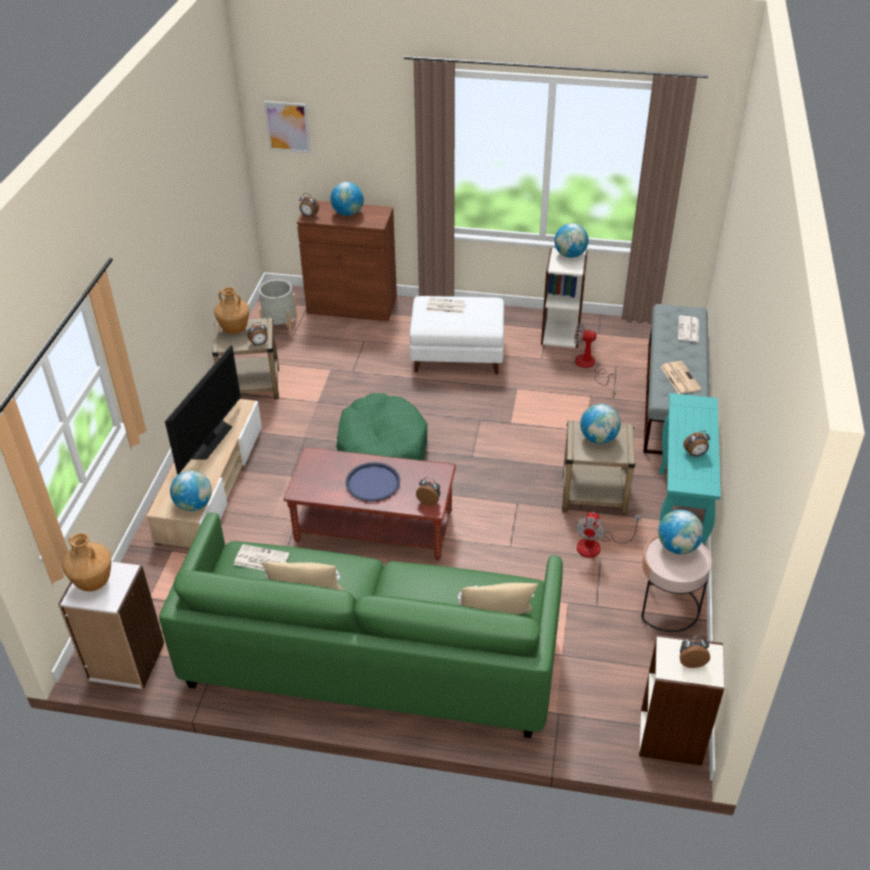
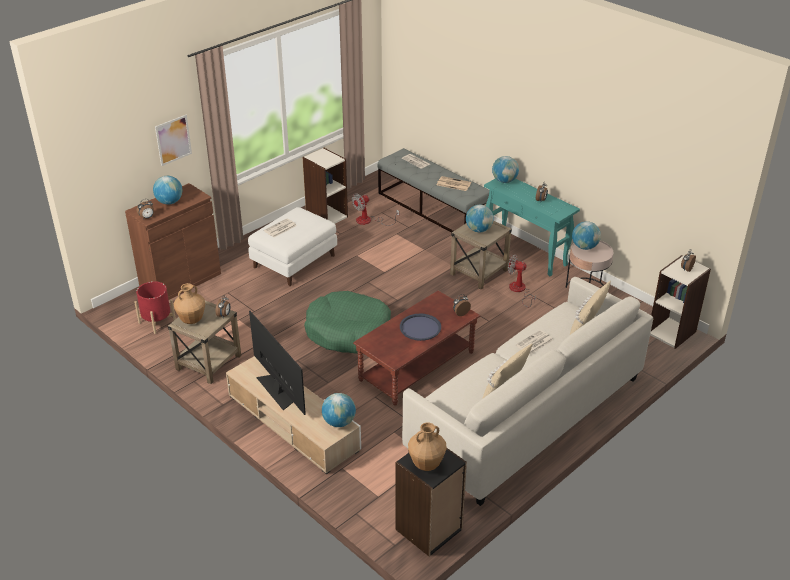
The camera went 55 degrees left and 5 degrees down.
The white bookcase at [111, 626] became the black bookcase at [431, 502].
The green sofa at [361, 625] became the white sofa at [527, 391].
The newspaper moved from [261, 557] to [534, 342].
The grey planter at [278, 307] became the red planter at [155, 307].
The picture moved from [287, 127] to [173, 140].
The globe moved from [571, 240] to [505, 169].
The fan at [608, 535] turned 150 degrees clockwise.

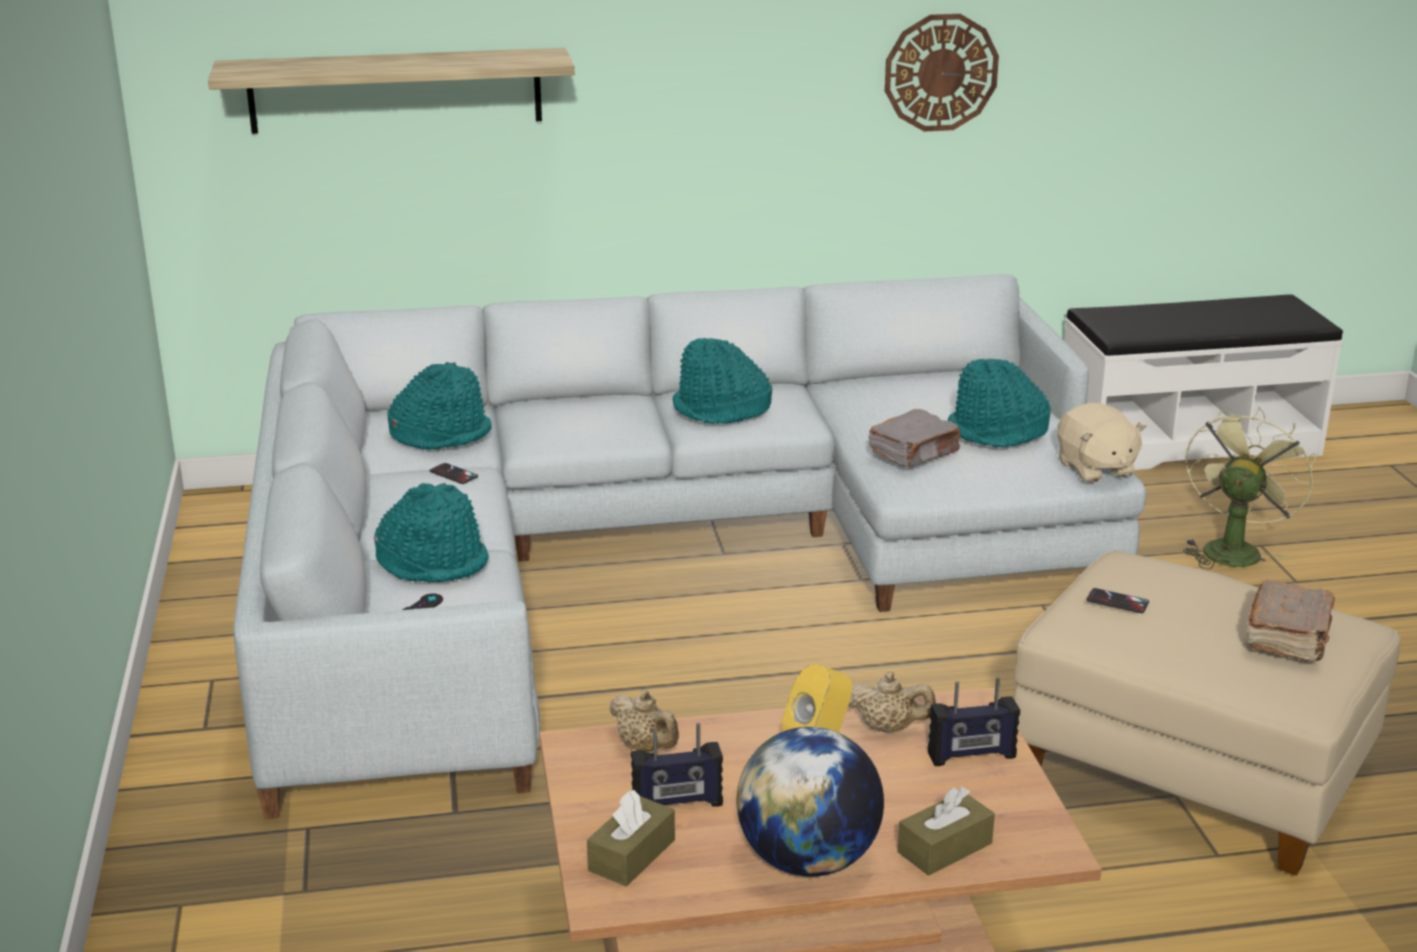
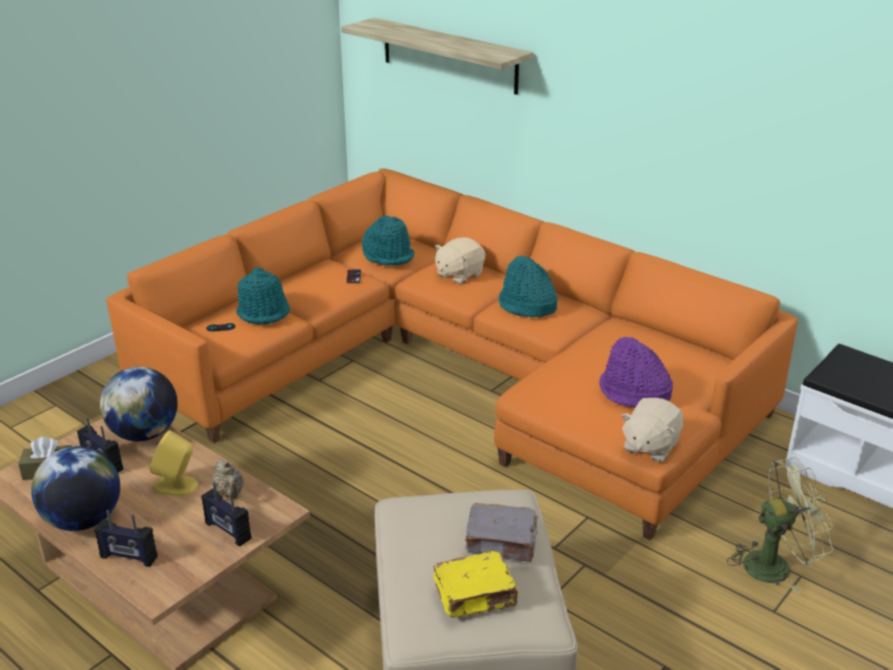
The camera went 50 degrees right and 5 degrees up.
The grey sofa at [689, 546] became the orange sofa at [452, 354].
The beige teapot at [644, 720] was replaced by the globe at [139, 404].
The grey book moved from [915, 438] to [501, 532].
The wall clock at [942, 73] disappeared.
The brown tissue box at [946, 831] was replaced by the radio at [126, 538].
The turquoise hat at [999, 403] became the purple hat at [636, 372].
The phone at [1117, 600] disappeared.
The brown book at [1291, 620] became the yellow book at [476, 584].
The beige plush toy at [459, 260] appeared.

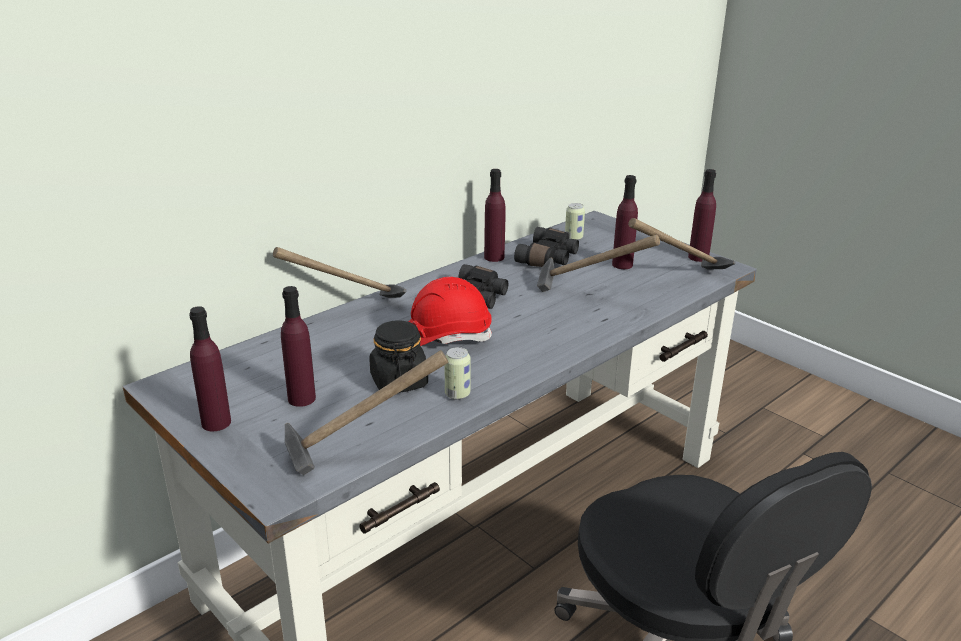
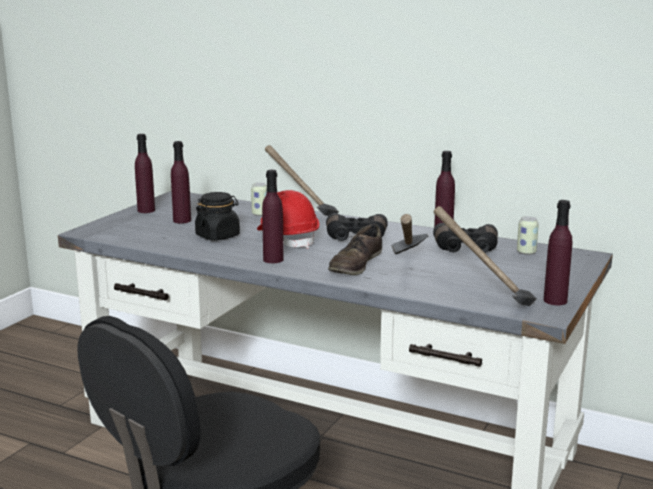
The camera went 70 degrees right and 10 degrees down.
The hammer at [366, 412] disappeared.
The can moved from [457, 373] to [259, 199].
The purple bottle moved from [625, 222] to [273, 216].
The brown shoe at [355, 249] appeared.

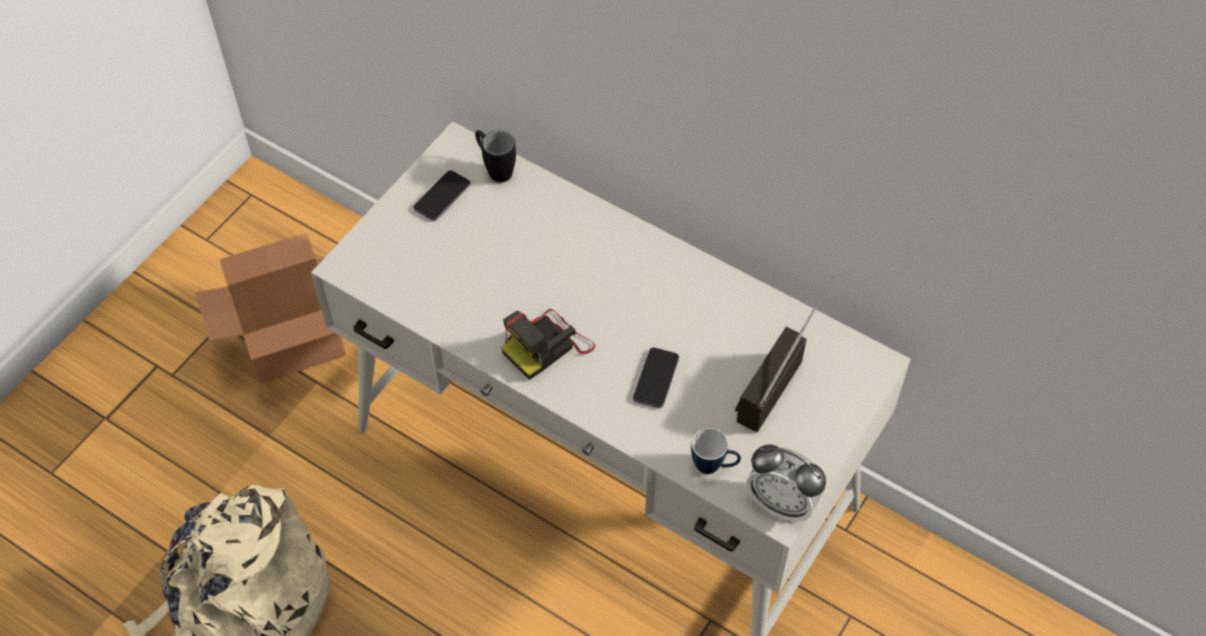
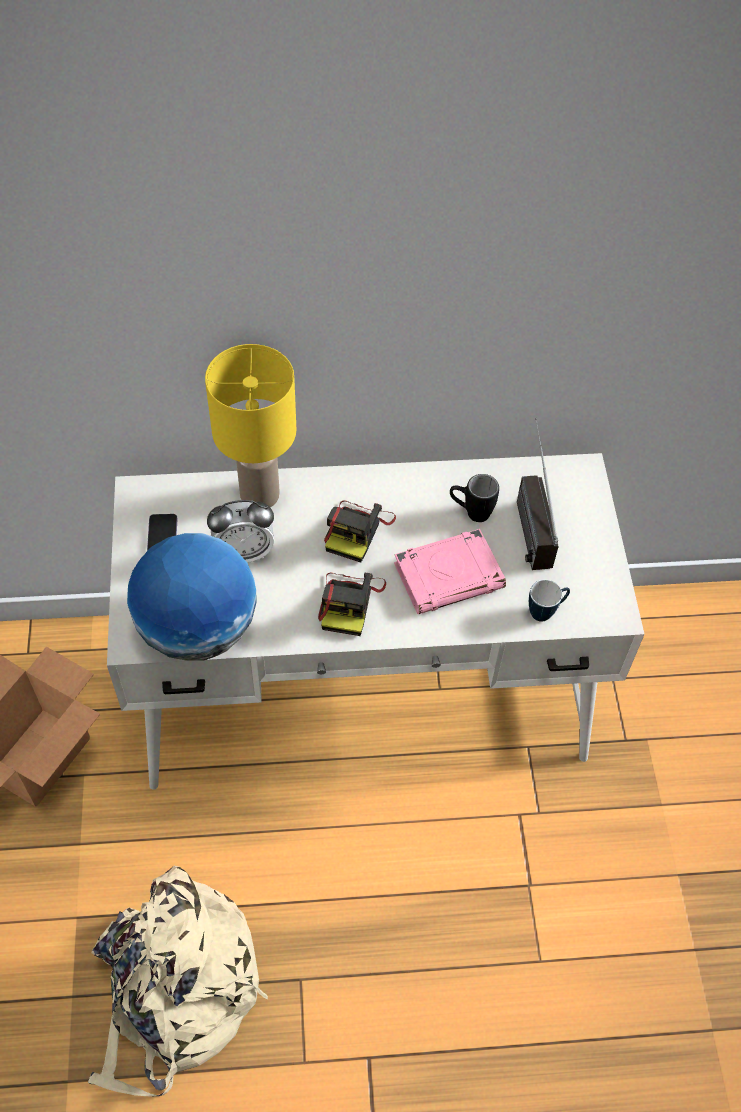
The camera went 40 degrees left and 0 degrees up.
The black mug moved from [495, 156] to [474, 498].
The phone at [656, 377] was replaced by the pink book at [450, 571].
The alarm clock moved from [786, 483] to [240, 531].
The globe at [192, 597] appeared.
The yellow table lamp at [250, 425] appeared.
The photo camera at [360, 531] appeared.

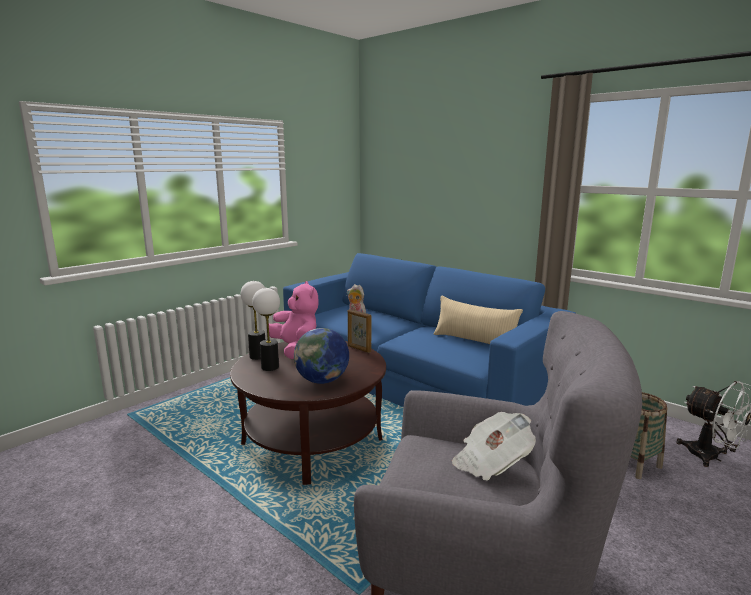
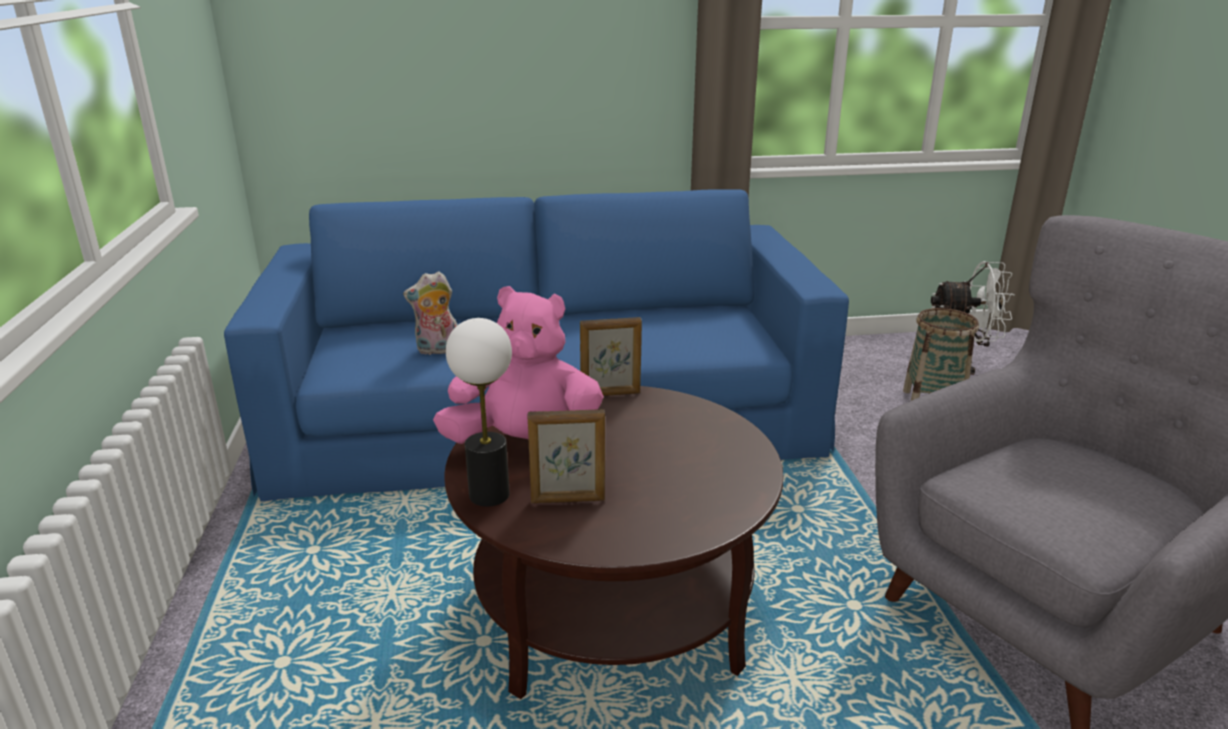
The camera went 50 degrees left and 10 degrees up.
The table lamp at [266, 329] was replaced by the picture frame at [566, 456].
The globe at [321, 356] disappeared.
The beige pillow at [478, 320] disappeared.
The newspaper at [494, 446] disappeared.

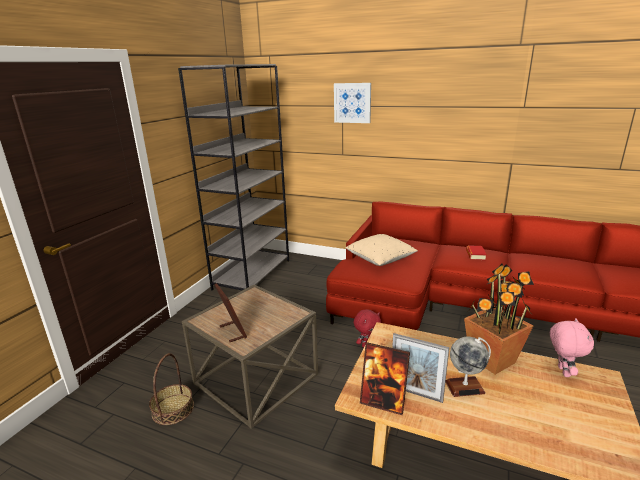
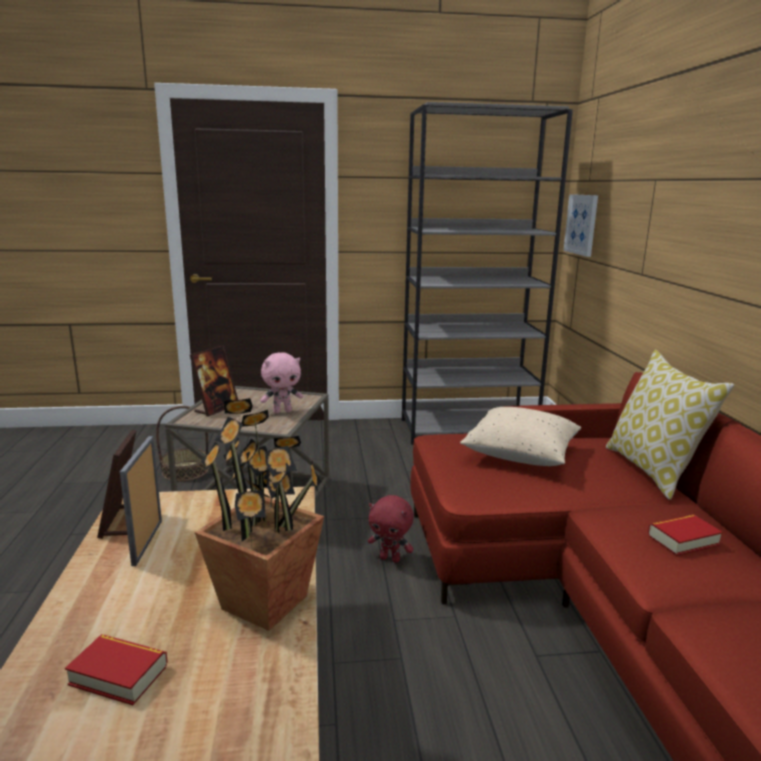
The camera went 60 degrees right and 5 degrees down.
The picture moved from [352, 103] to [580, 225].
The globe at [468, 367] disappeared.
The pink plush toy moved from [572, 347] to [281, 383].
The book at [116, 669] appeared.
The pillow at [670, 425] appeared.

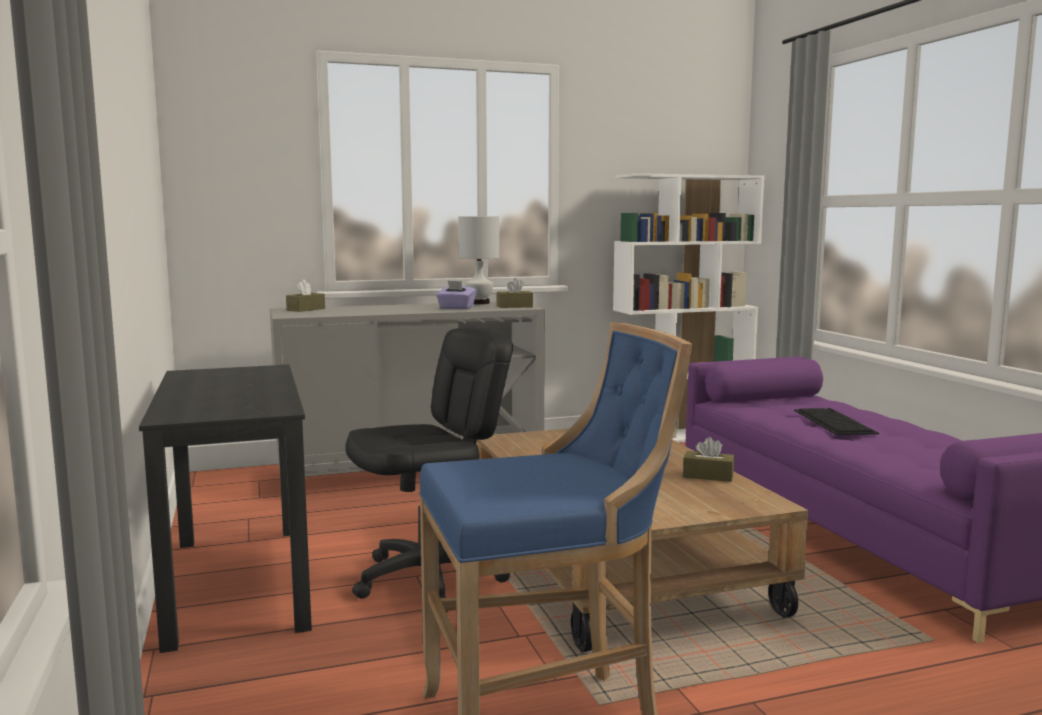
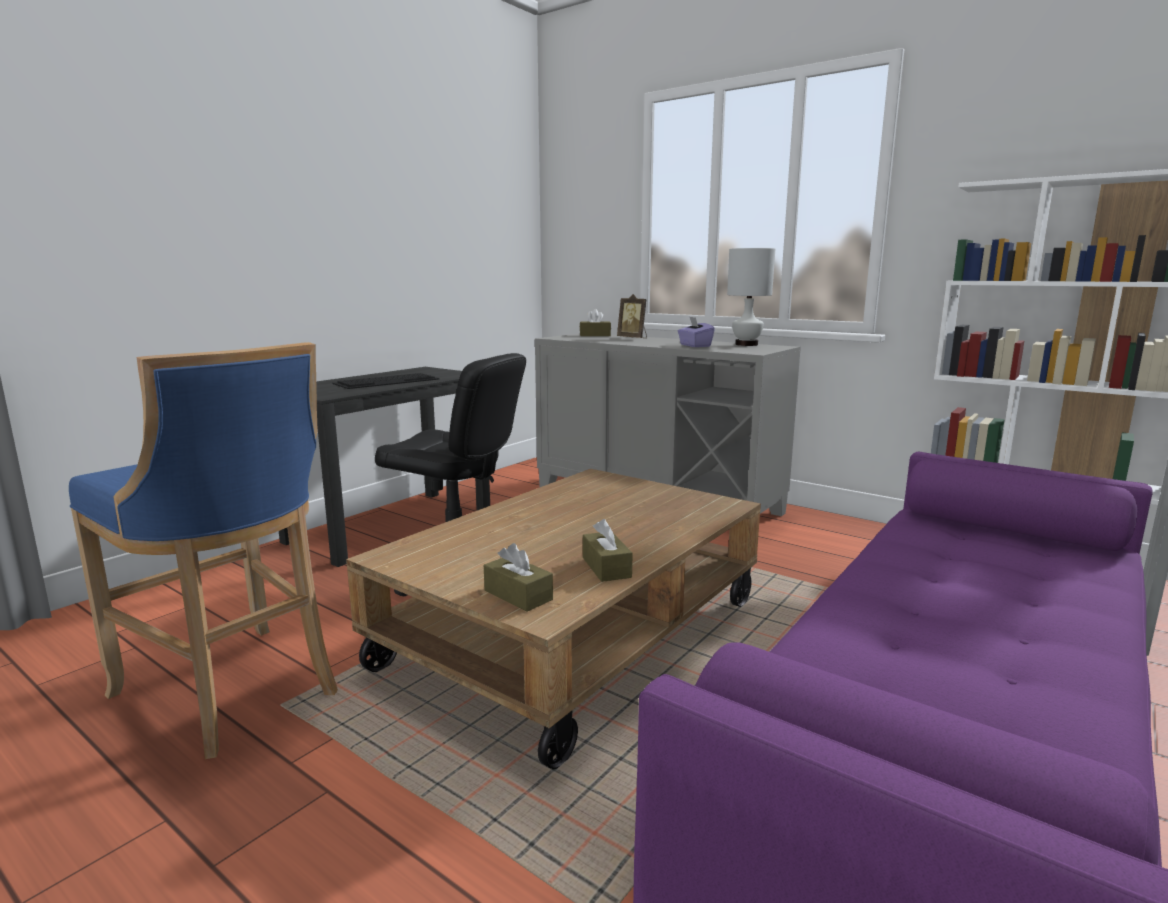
The camera went 55 degrees right and 5 degrees up.
The brown tissue box moved from [515, 293] to [518, 577].
The keyboard moved from [836, 421] to [386, 381].
The picture frame at [632, 316] appeared.

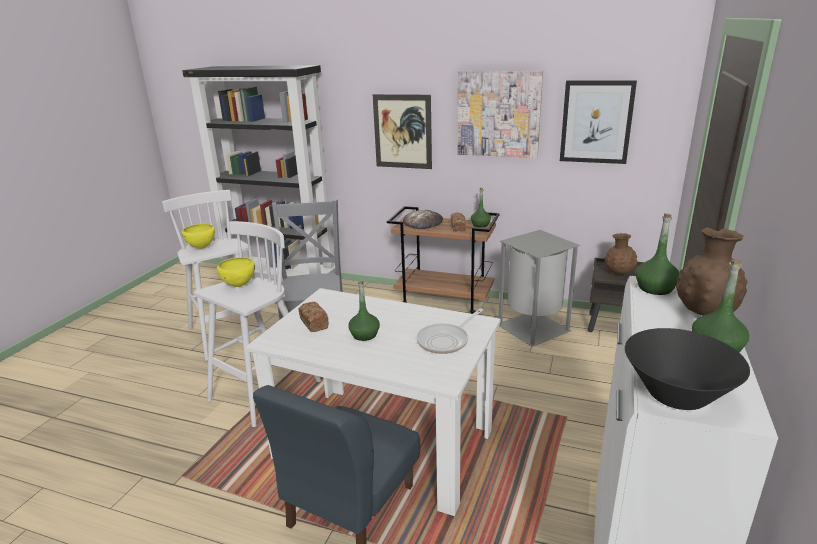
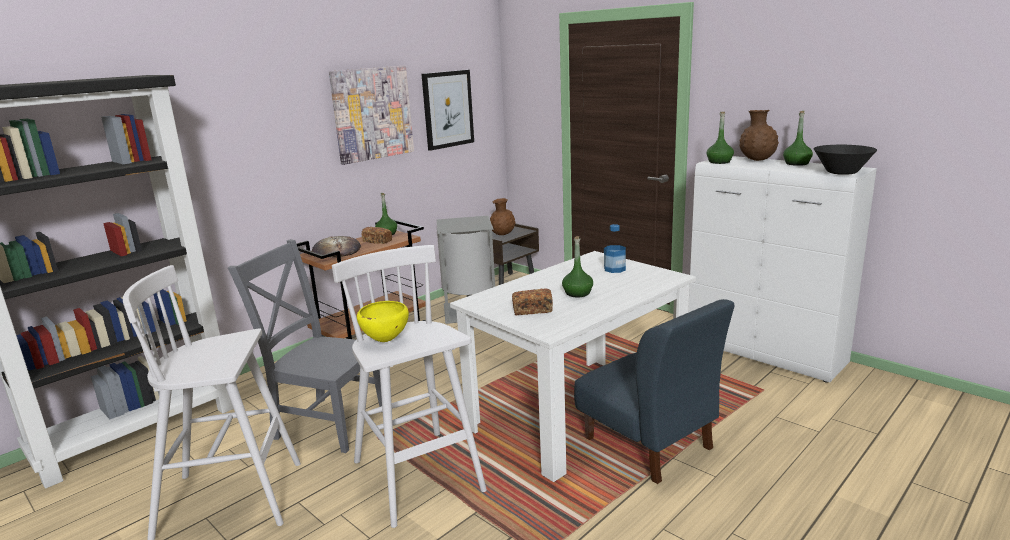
The camera went 65 degrees left and 5 degrees down.
The yellow bowl at [198, 236] disappeared.
The picture at [402, 131] disappeared.
The frying pan at [449, 331] was replaced by the bottle at [615, 248].

